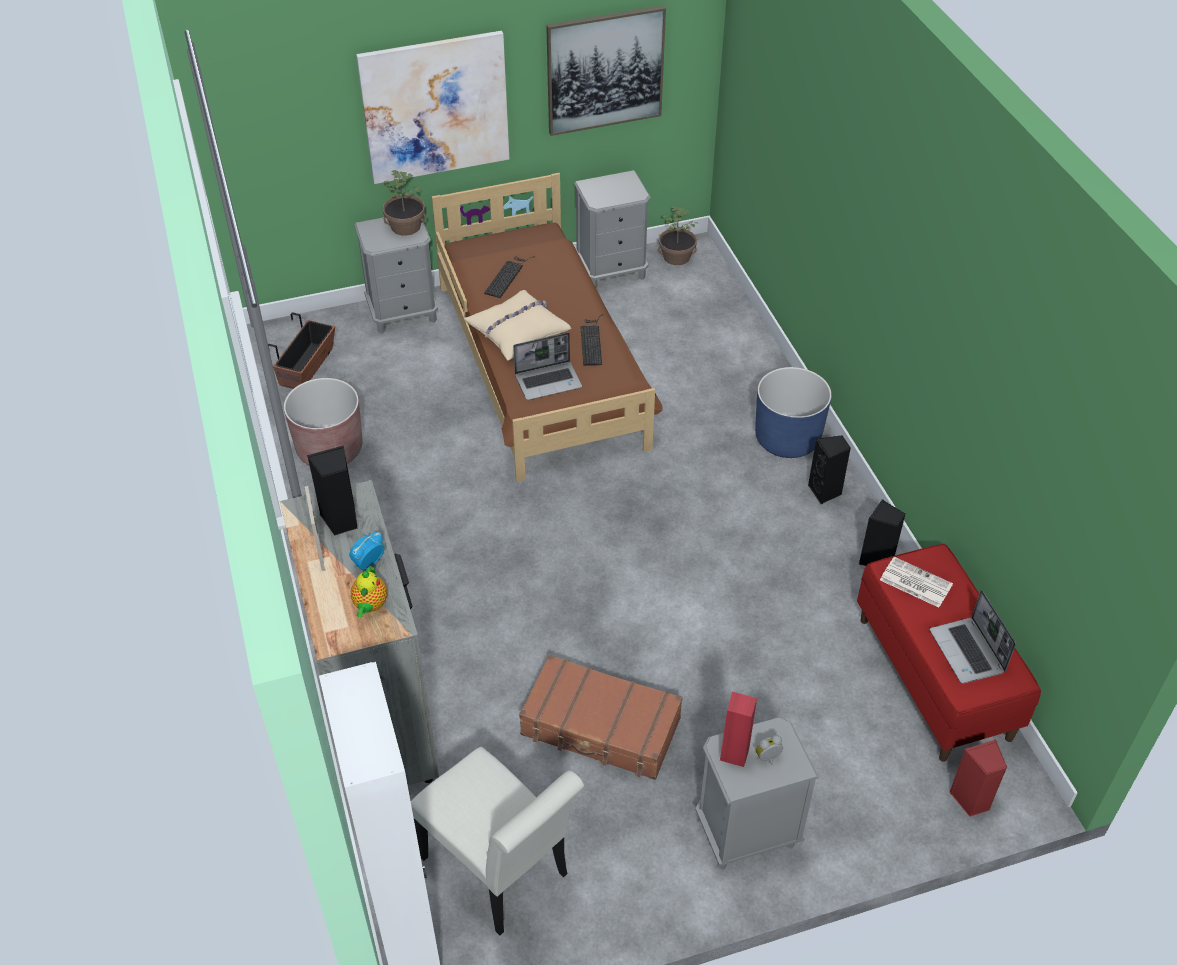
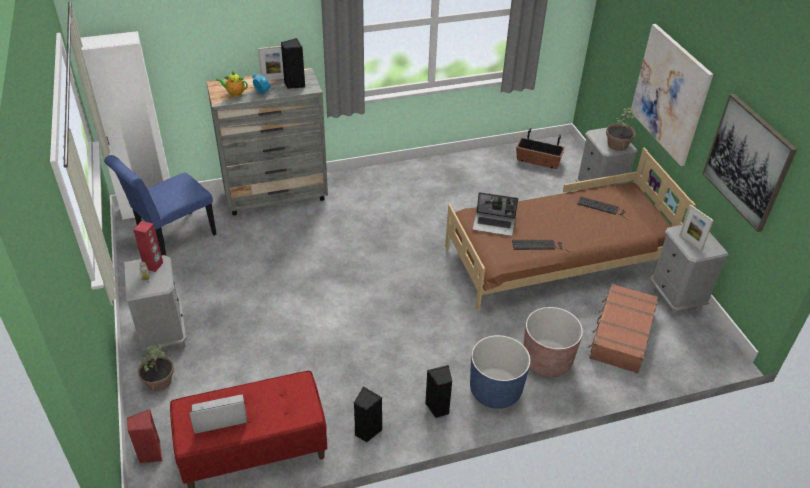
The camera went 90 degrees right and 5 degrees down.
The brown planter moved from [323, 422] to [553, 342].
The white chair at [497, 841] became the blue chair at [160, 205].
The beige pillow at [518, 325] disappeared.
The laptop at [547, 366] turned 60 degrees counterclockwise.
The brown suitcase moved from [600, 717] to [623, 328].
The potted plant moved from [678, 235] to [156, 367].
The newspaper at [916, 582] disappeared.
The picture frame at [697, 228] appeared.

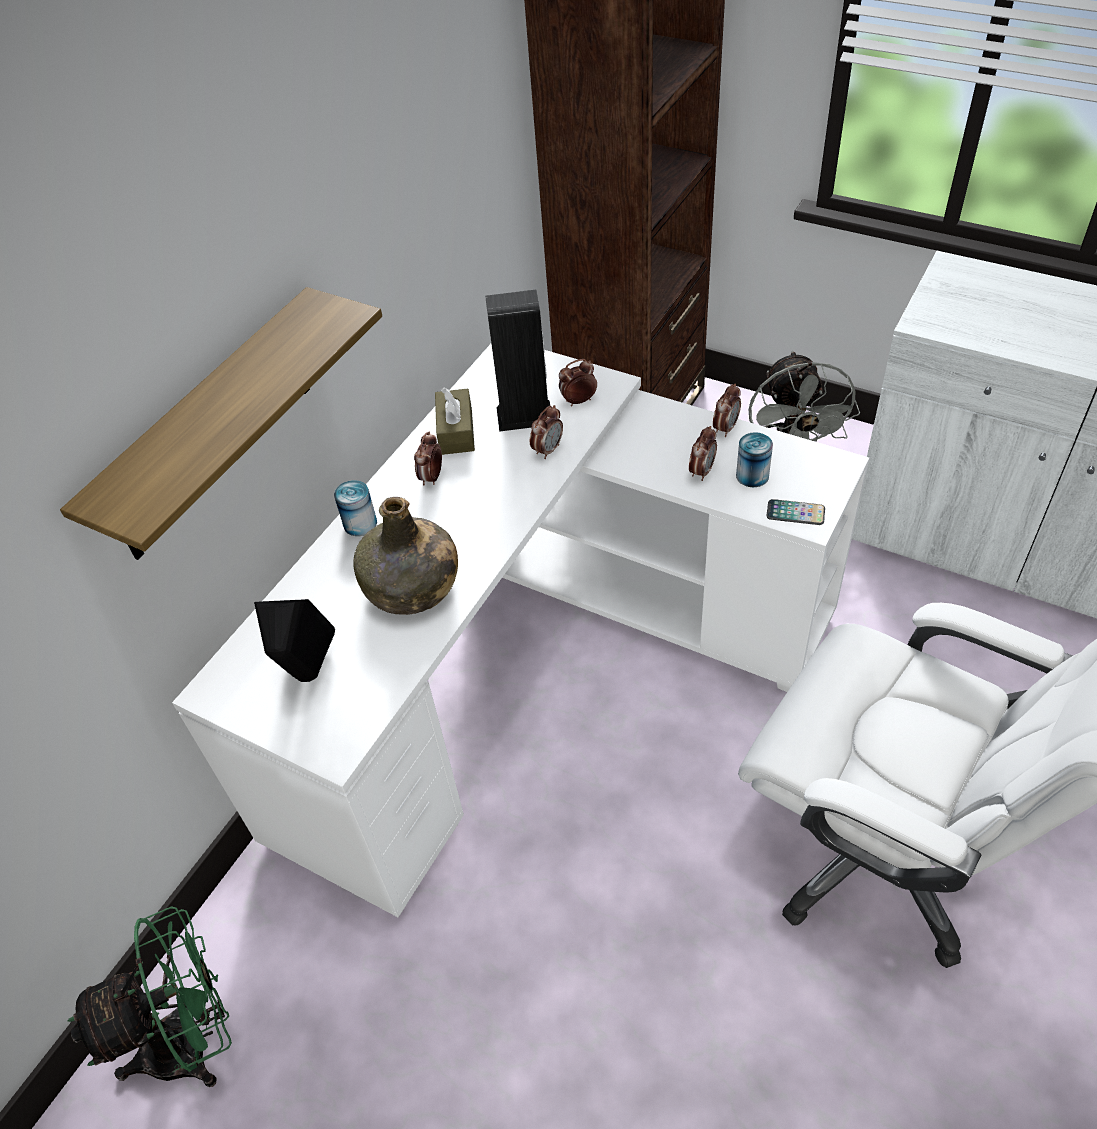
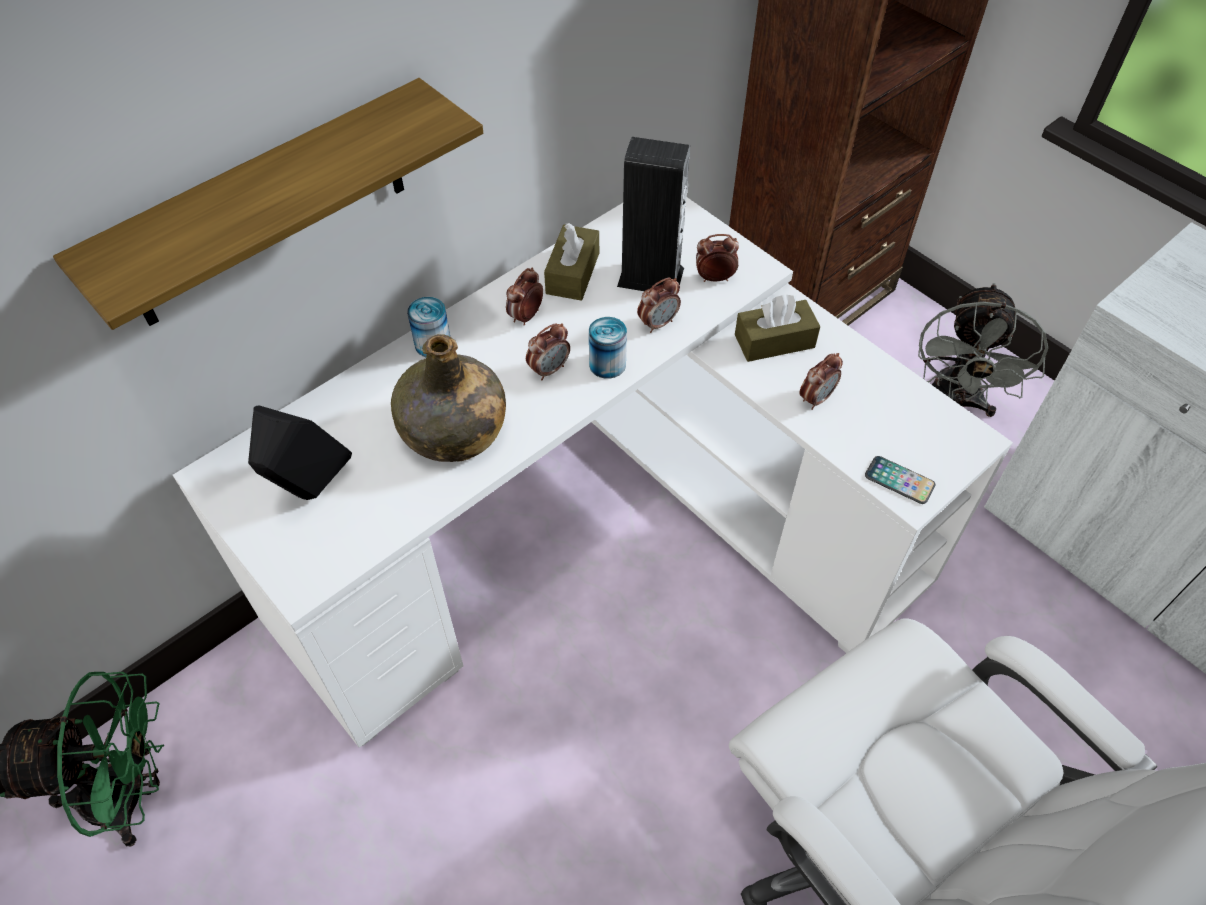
The camera went 15 degrees right and 5 degrees up.
The alarm clock moved from [727, 410] to [548, 351].
The can moved from [754, 459] to [608, 348].
The brown tissue box at [778, 328] appeared.

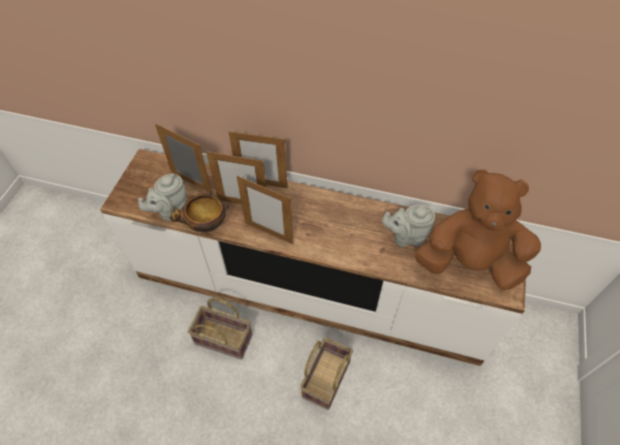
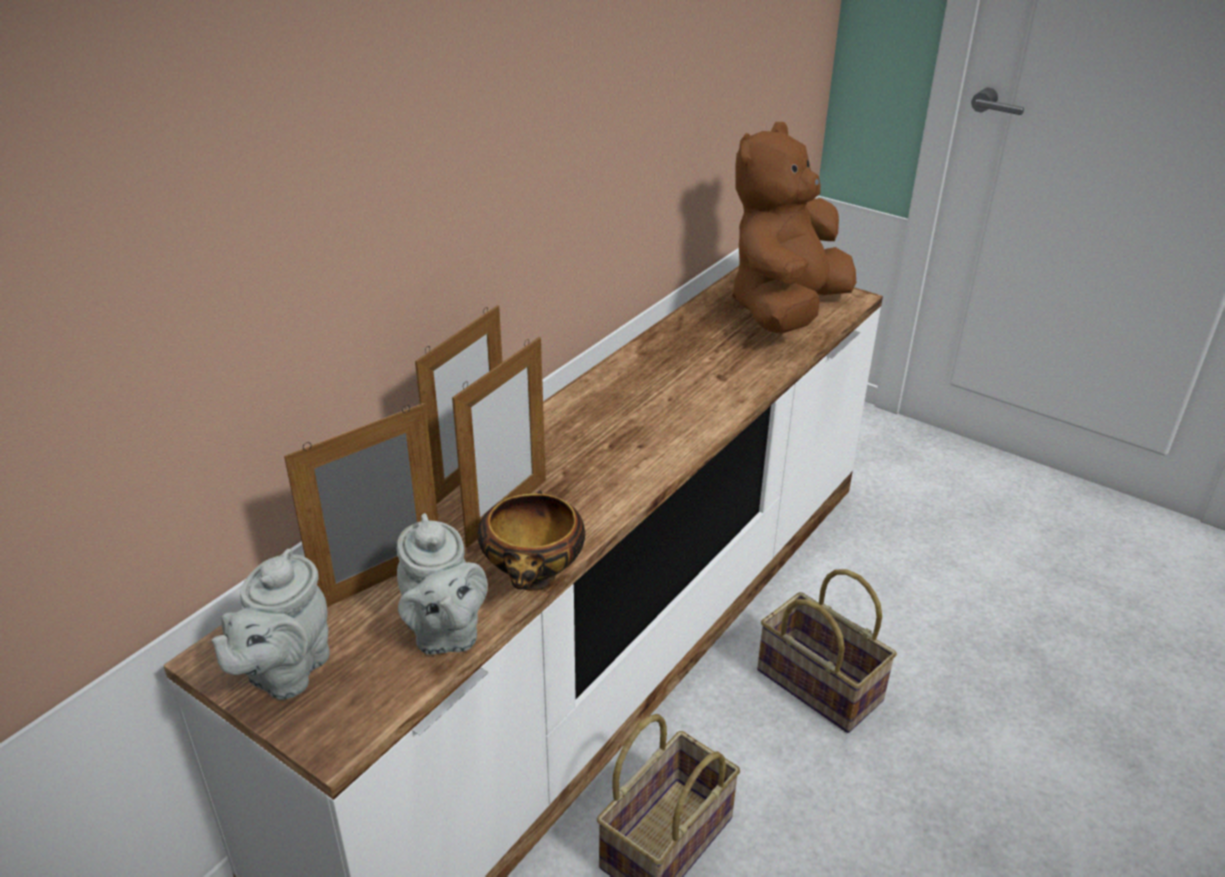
The camera went 70 degrees left and 20 degrees down.
The picture frame at [265, 210] disappeared.
The grey teapot moved from [408, 226] to [271, 624].

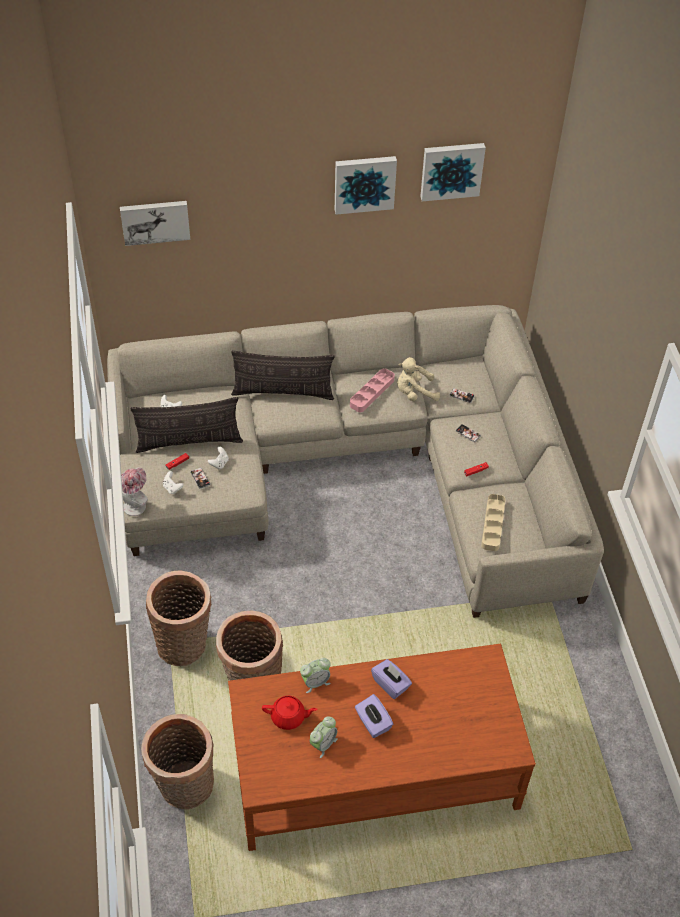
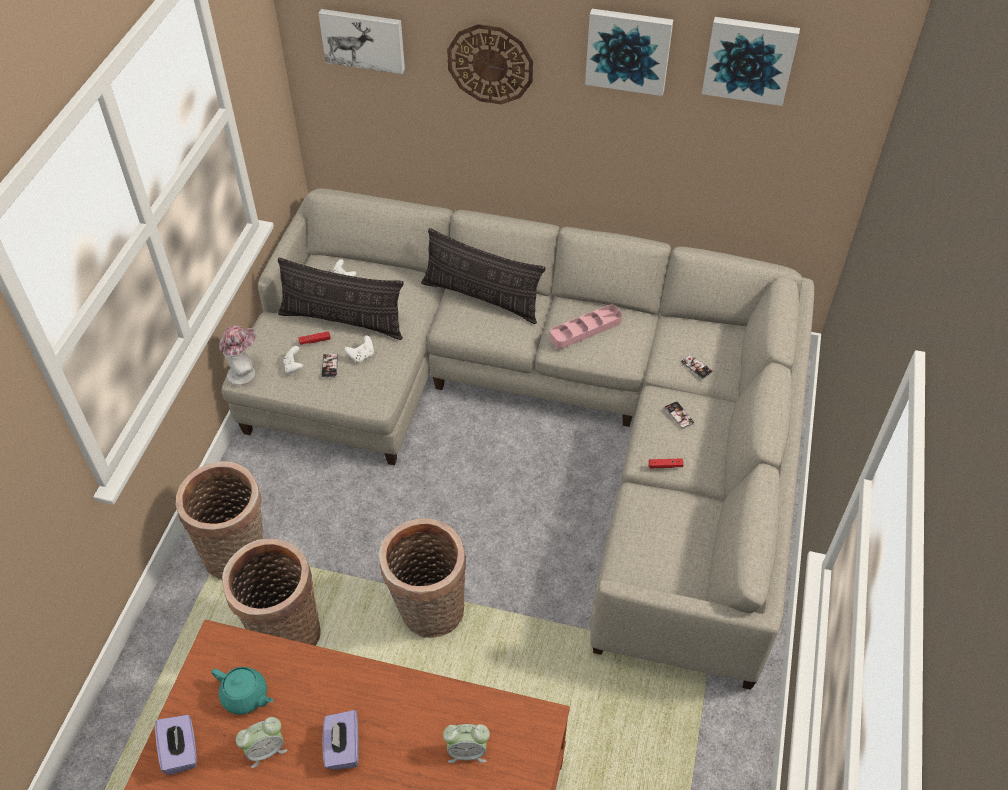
The camera went 25 degrees right and 0 degrees up.
The basket moved from [177, 762] to [422, 578].
The red teapot at [289, 713] became the turquoise teapot at [242, 691].
The alarm clock moved from [315, 675] to [466, 743].
The purple tissue box moved from [391, 679] to [176, 745].
The beige plush toy at [418, 379] disappeared.
The beige tray at [493, 522] disappeared.
The wall clock at [490, 64] appeared.

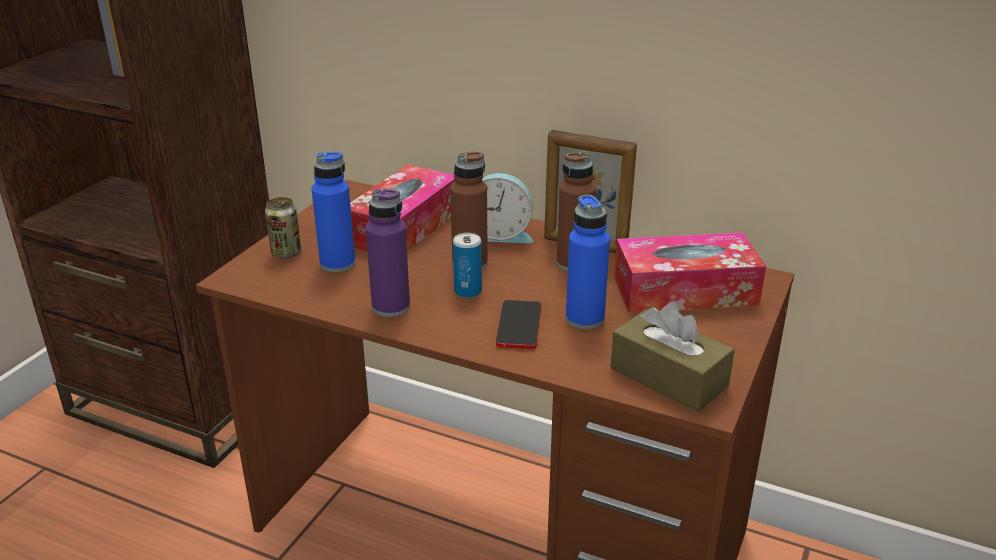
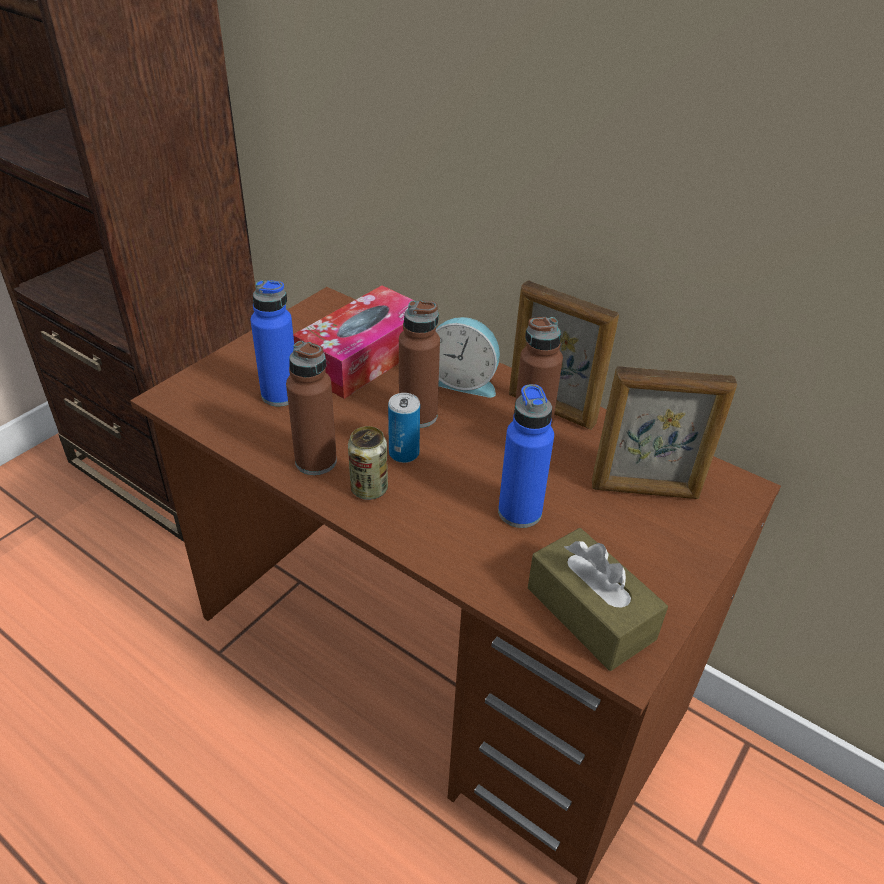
The camera went 10 degrees right and 10 degrees up.
The can moved from [283, 227] to [368, 463].
The purple bottle at [388, 252] became the brown bottle at [311, 408].
The phone at [518, 324] disappeared.
The tissue box at [690, 273] was replaced by the picture frame at [664, 432].

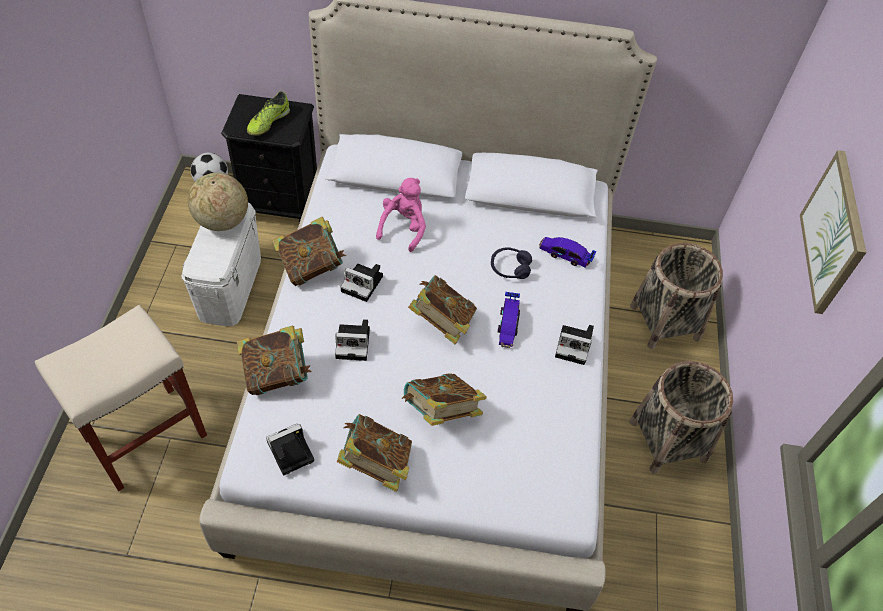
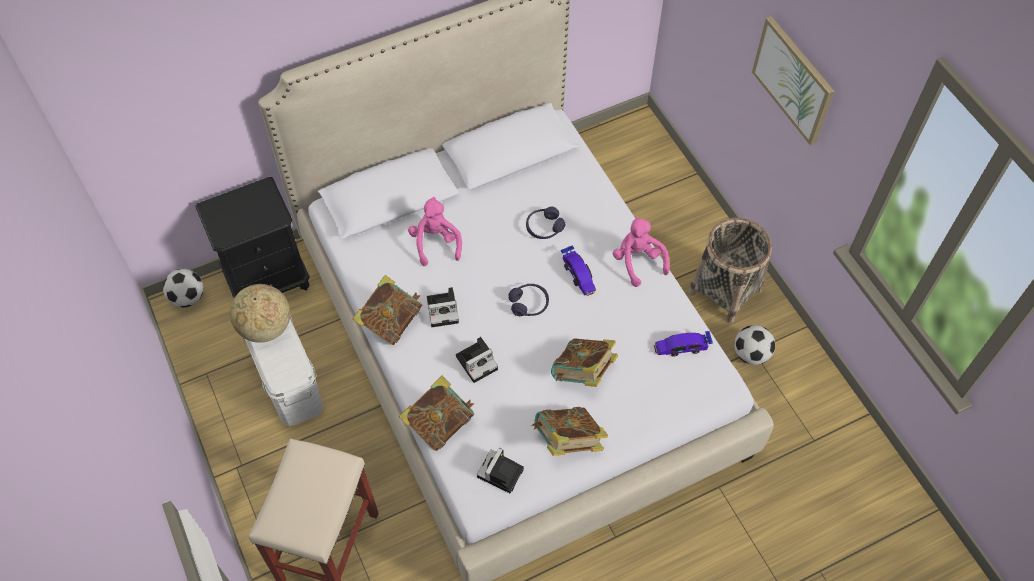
The camera went 30 degrees left and 5 degrees up.
The shoe at [268, 113] disappeared.
The book at [442, 309] was replaced by the purple headphones at [528, 300].
The toy car moved from [567, 252] to [683, 344].
The photo camera at [574, 345] was replaced by the pink plush toy at [640, 251].
The basket at [676, 296] disappeared.
The football at [754, 345] appeared.

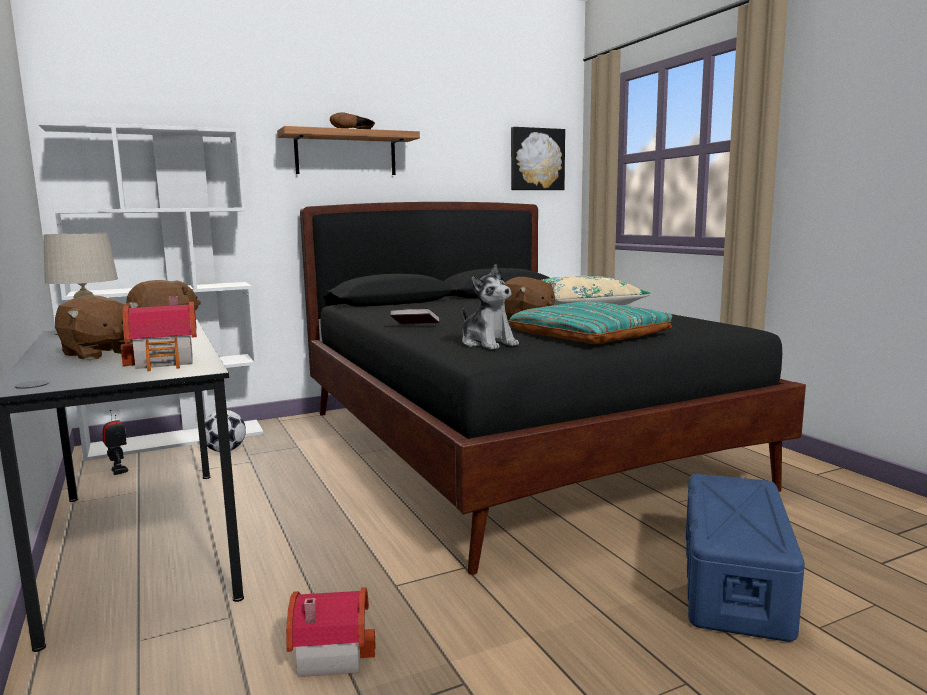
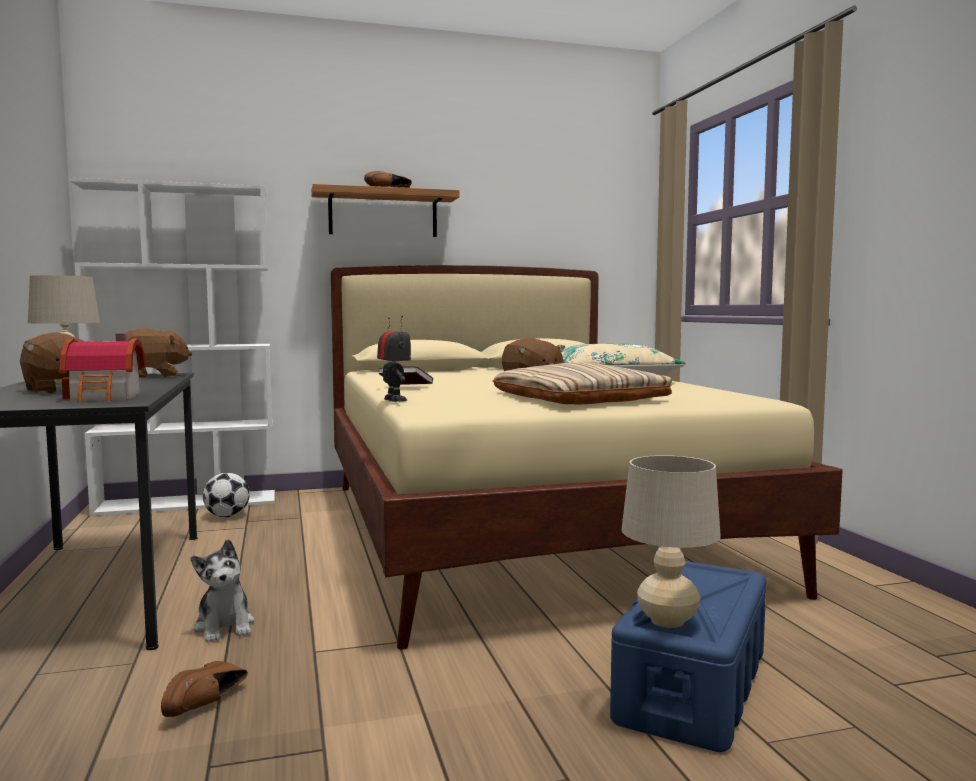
The camera went 10 degrees right and 5 degrees down.
The toy robot moved from [116, 442] to [394, 359].
The toy house at [331, 632] was replaced by the brown shoe at [204, 689].
The black bed at [553, 388] became the beige bed at [587, 457].
The plush toy moved from [490, 307] to [223, 591].
The turquoise pillow at [590, 323] became the beige pillow at [582, 383].
The picture at [538, 158] disappeared.
The beige table lamp at [671, 541] appeared.

